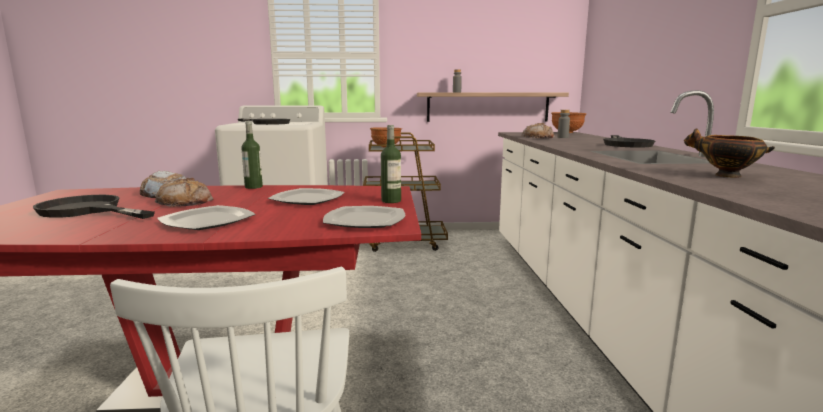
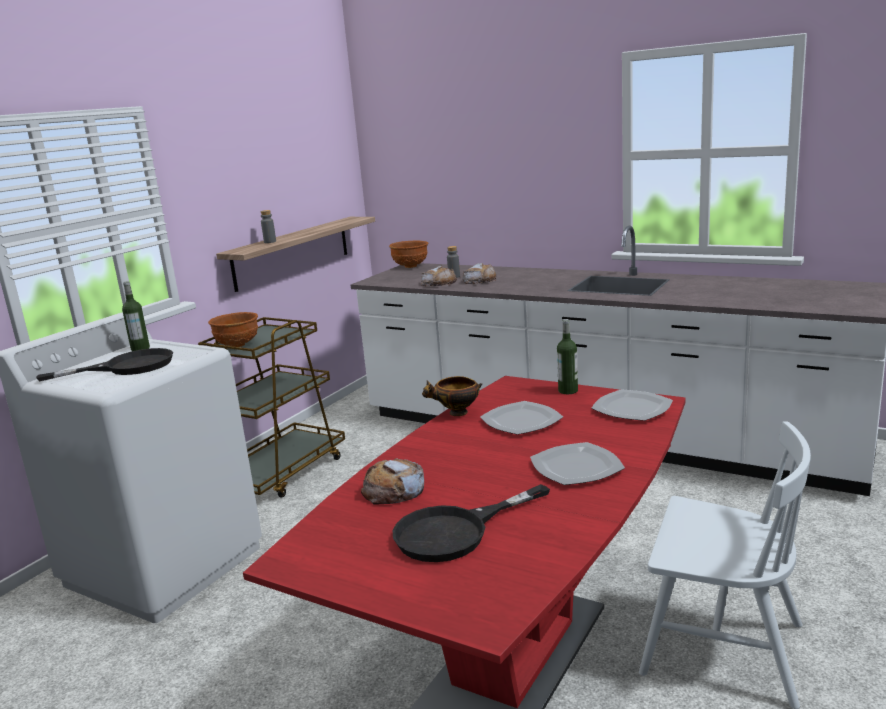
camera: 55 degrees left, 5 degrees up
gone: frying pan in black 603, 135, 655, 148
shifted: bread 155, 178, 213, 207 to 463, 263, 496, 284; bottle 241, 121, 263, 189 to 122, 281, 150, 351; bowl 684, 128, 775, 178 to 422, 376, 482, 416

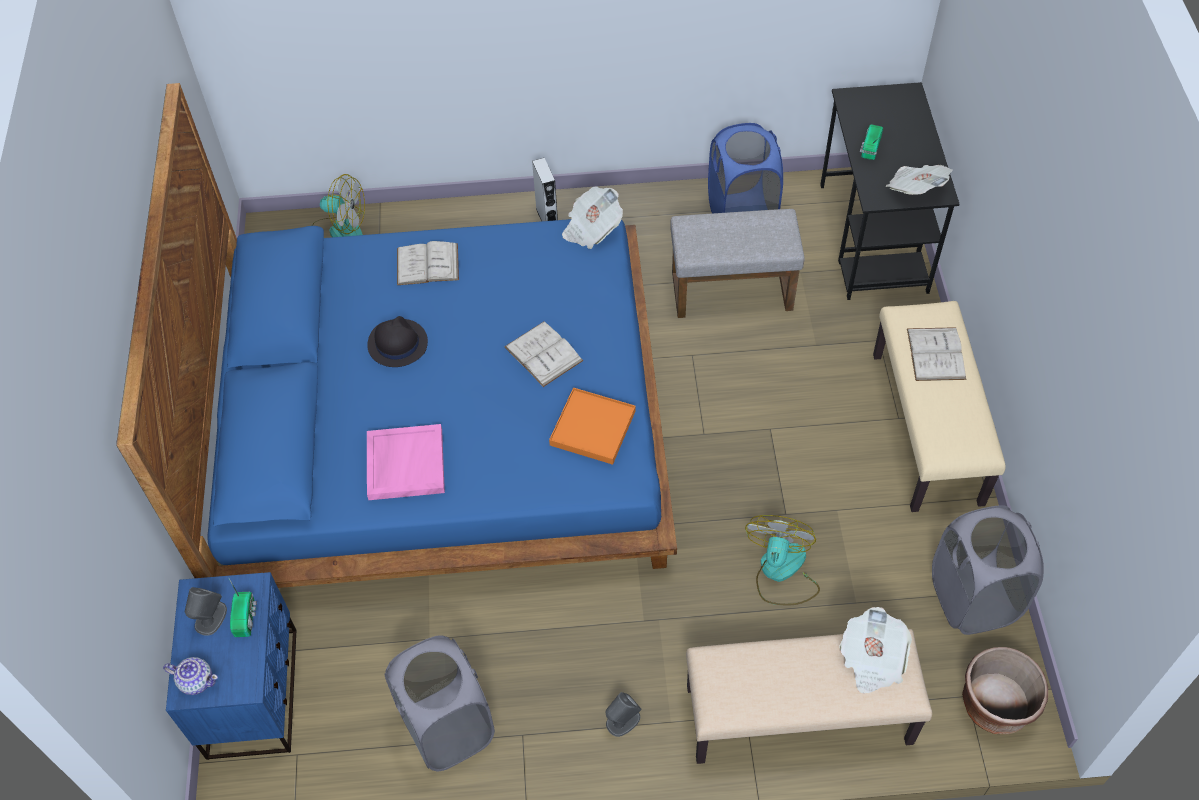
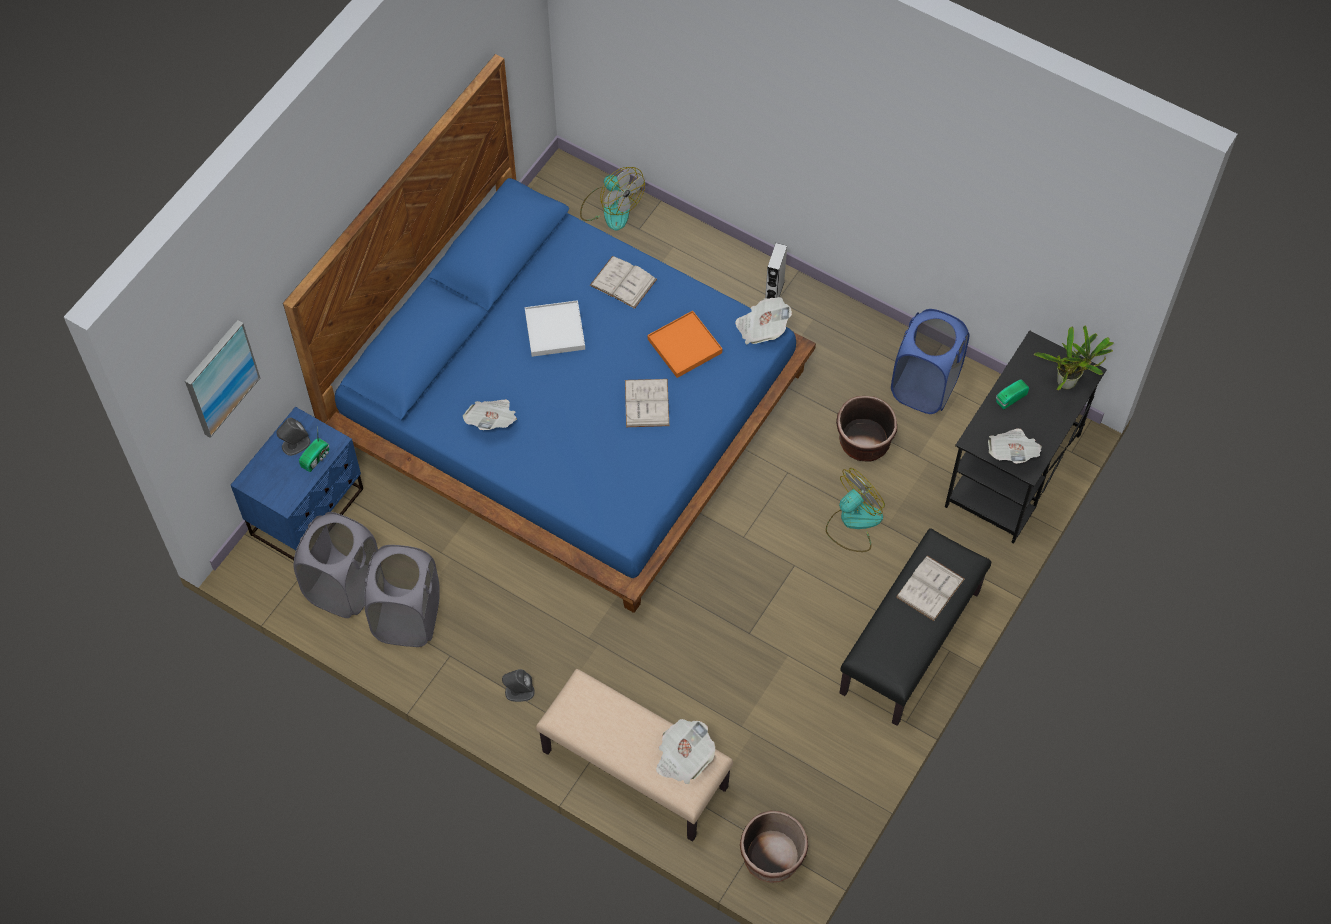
camera: 35 degrees right, 5 degrees up
gone: teapot 163, 657, 218, 695
new: picture 185, 320, 260, 438; potted plant 1034, 325, 1114, 390
shifted: tray in orange 549, 388, 635, 465 to 648, 311, 722, 378; fan 745, 515, 820, 606 to 826, 468, 885, 552; laundry basket in grey 932, 505, 1044, 635 to 294, 512, 378, 618
swapped: hat in black 367, 316, 428, 367 to tray in white 525, 300, 585, 357; tray in pink 367, 424, 445, 500 to newspaper 463, 399, 517, 430; ottoman in grey 670, 209, 805, 318 to planter in brown 836, 396, 897, 461
repainted: bench in beige 873, 301, 1006, 512 to bench in black 839, 528, 991, 726

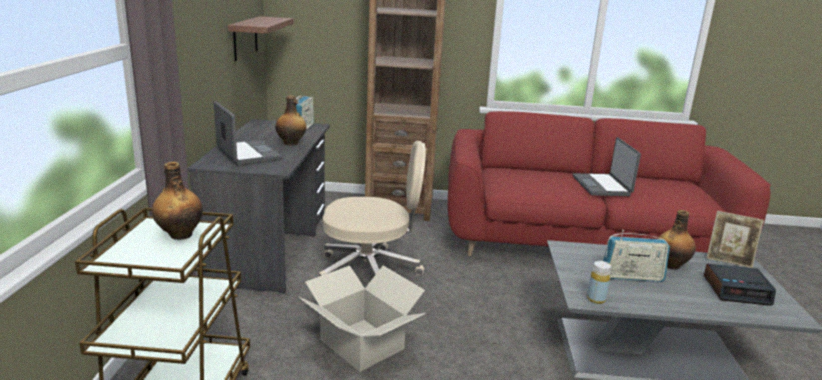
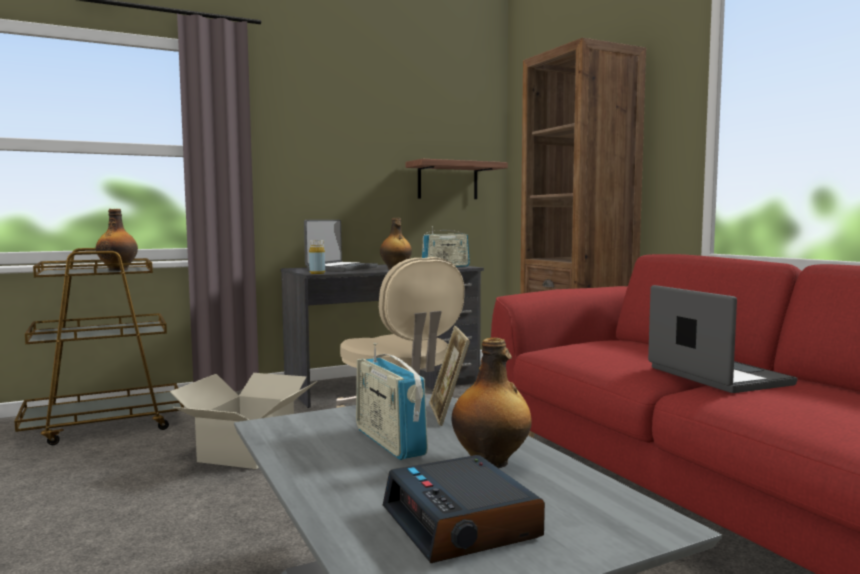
camera: 60 degrees right, 15 degrees down
shifted: bottle in yellow 587, 261, 611, 304 to 309, 240, 325, 274; picture frame 706, 211, 764, 268 to 429, 326, 470, 426
rotated: laptop 573, 137, 641, 196 = 648, 285, 798, 393 105 degrees clockwise

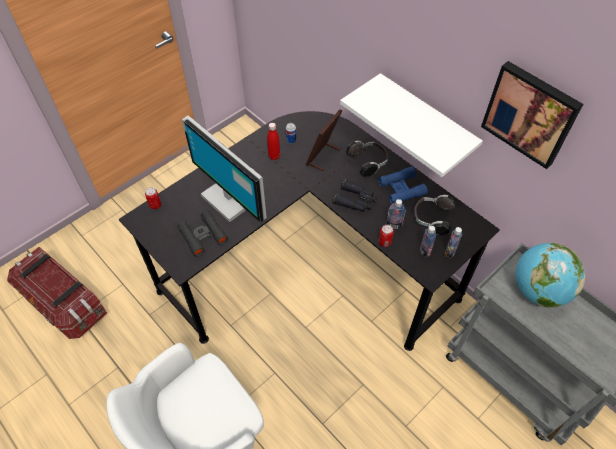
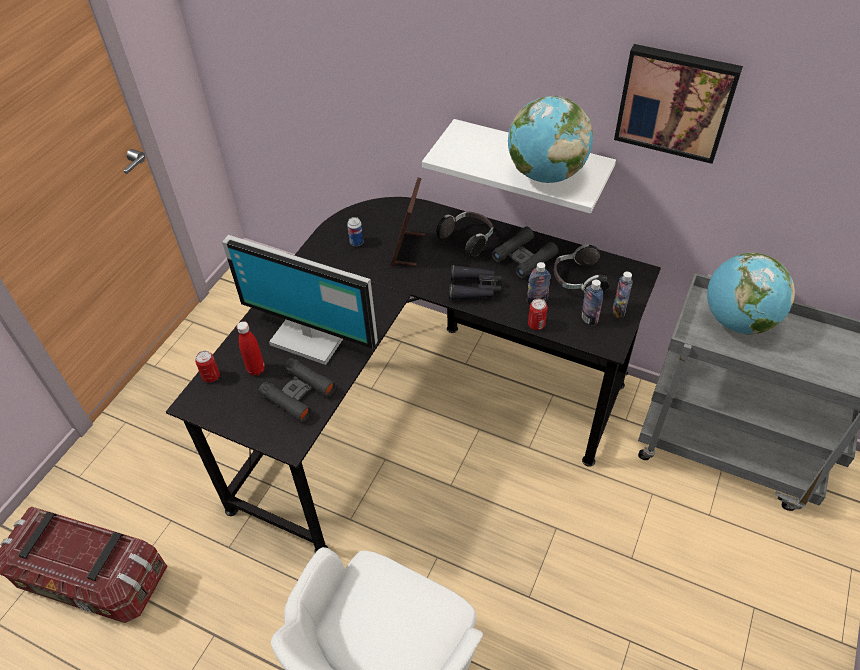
camera: 20 degrees left, 5 degrees down
new: globe 508, 96, 593, 183
shifted: bottle in red 267, 123, 280, 160 to 237, 321, 265, 376
repainted: binoculars in blue 378, 166, 428, 204 to binoculars in black 491, 227, 559, 278

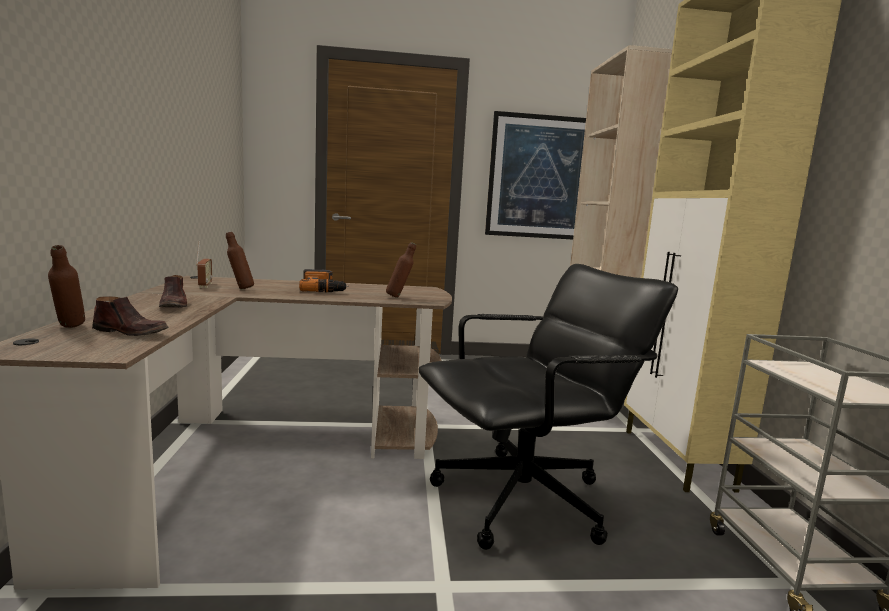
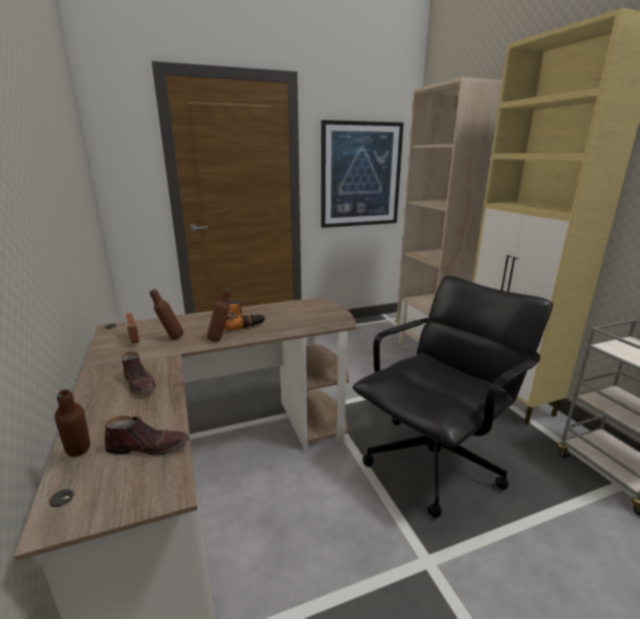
camera: 15 degrees left, 10 degrees up
shifted: bottle in brown 386, 242, 416, 298 to 207, 288, 230, 342

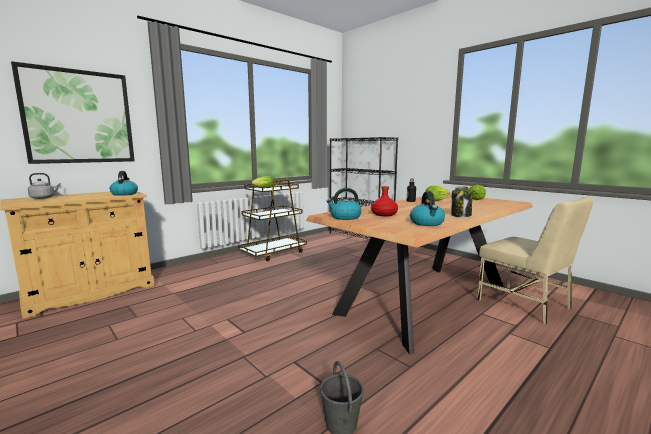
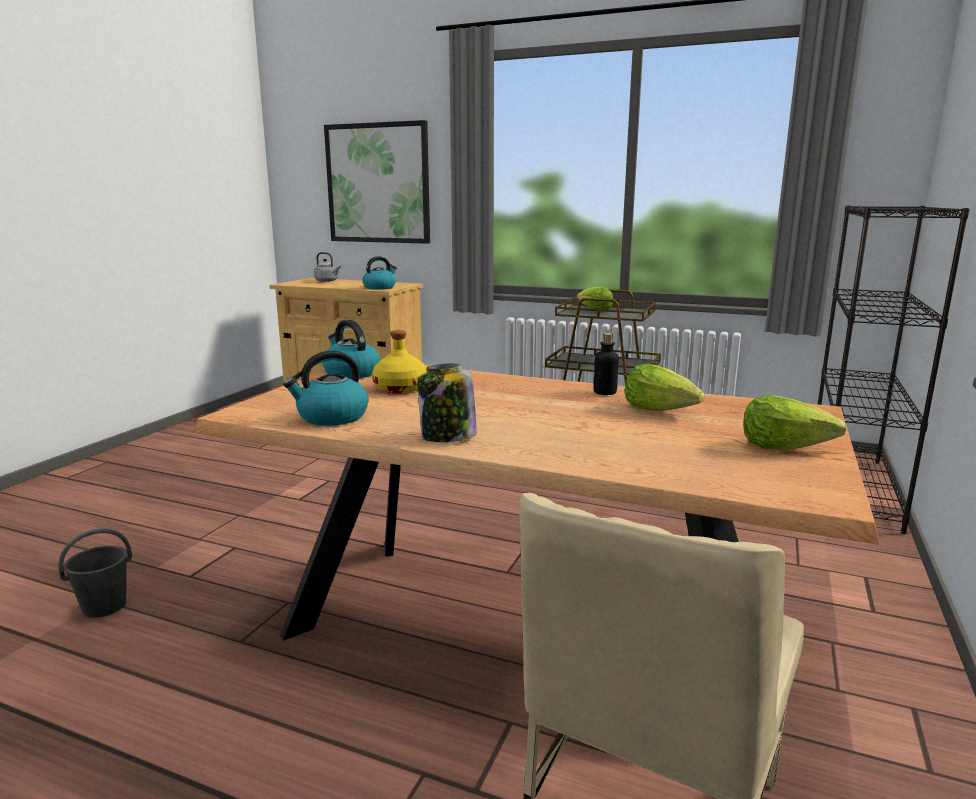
camera: 65 degrees right, 5 degrees up
repainted: bottle in red 371, 186, 398, 216 to bottle in yellow 372, 330, 427, 394

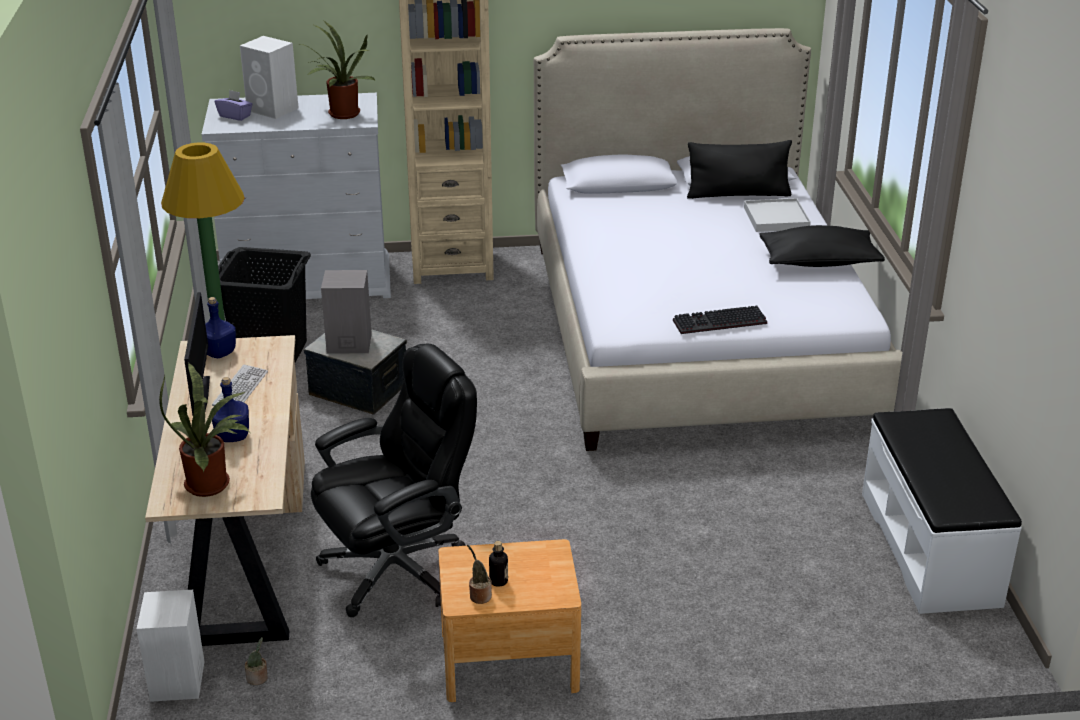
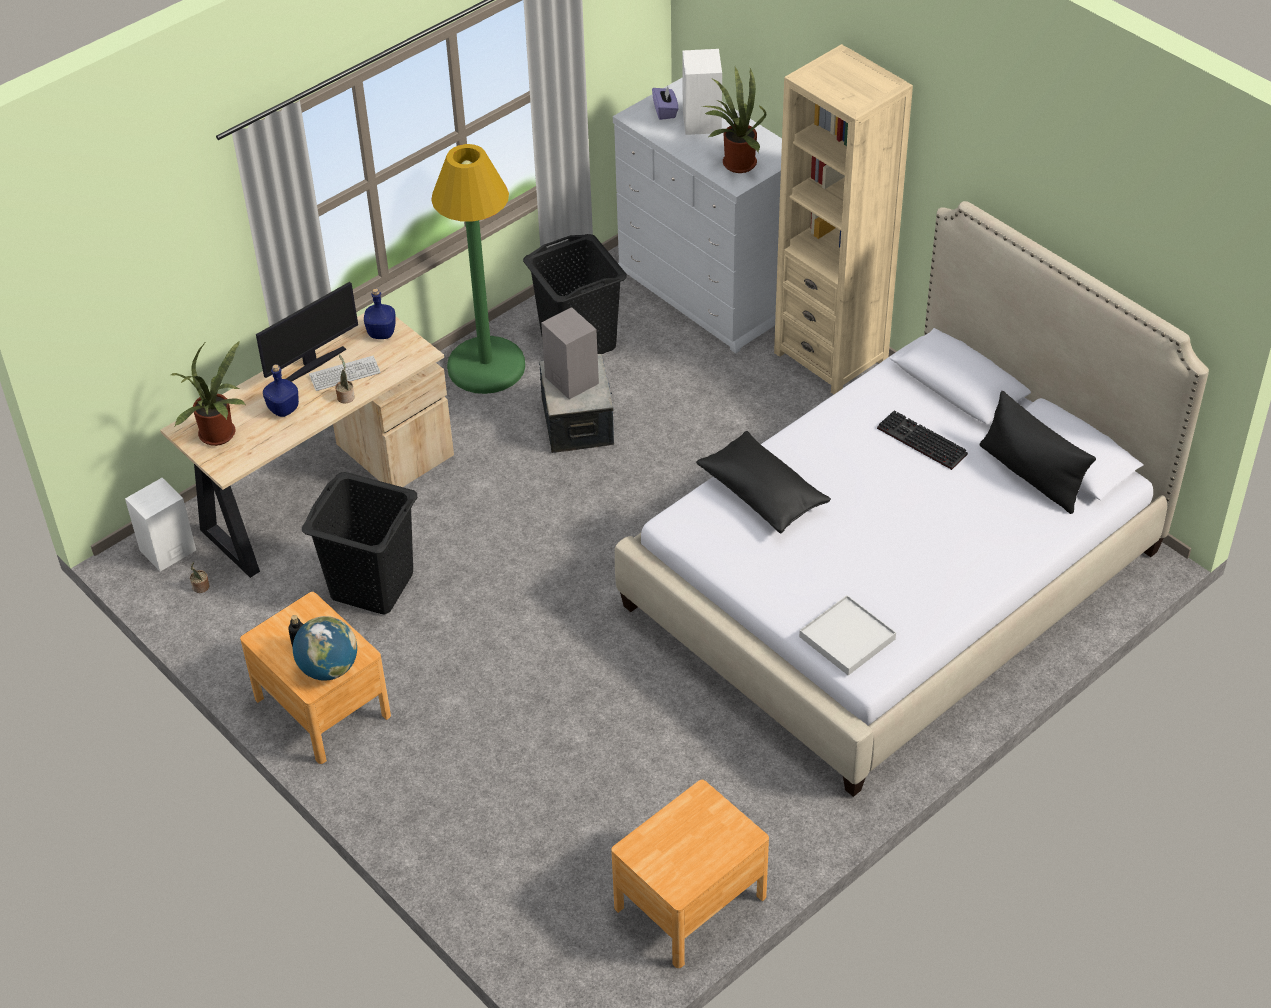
camera: 55 degrees right, 15 degrees up
new: globe 293, 616, 357, 680
shifted: potted plant 467, 545, 492, 604 to 335, 354, 355, 404; keyboard 673, 306, 767, 334 to 877, 411, 968, 470; tray in white 744, 198, 811, 232 to 799, 595, 896, 675; pillow in black 759, 225, 885, 267 to 696, 431, 831, 534
swapped: office chair in black 311, 343, 477, 617 to laundry basket in black 302, 472, 417, 615; bench in white 862, 408, 1022, 614 to nightstand in brown 611, 780, 769, 968

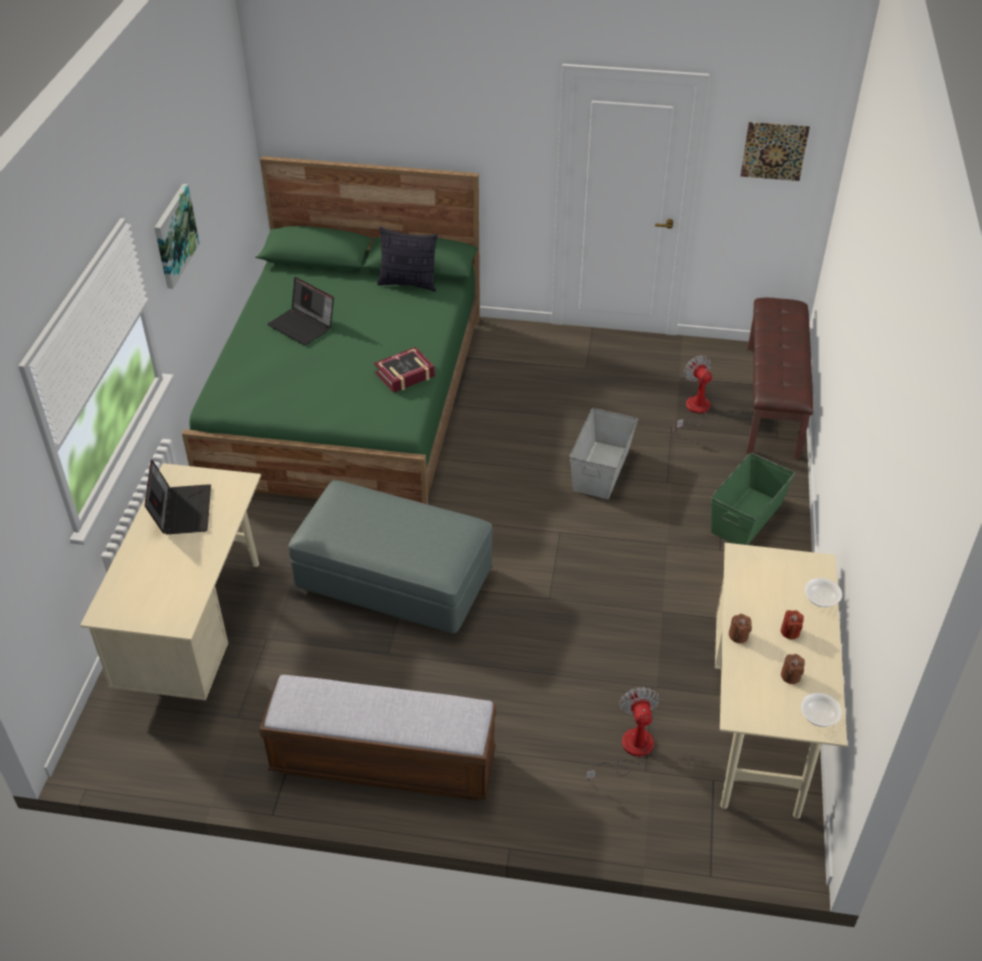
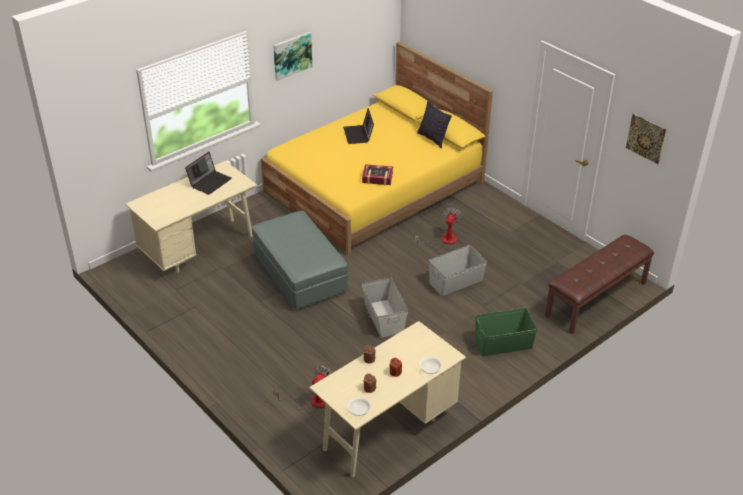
camera: 40 degrees right, 5 degrees down
gone: bench 259, 675, 496, 800
new: storage box in grey 362, 277, 408, 338
shifted: fan 673, 355, 712, 433 to 415, 207, 462, 248
repainted: bed in green 182, 156, 480, 504 to bed in yellow 261, 42, 493, 256

